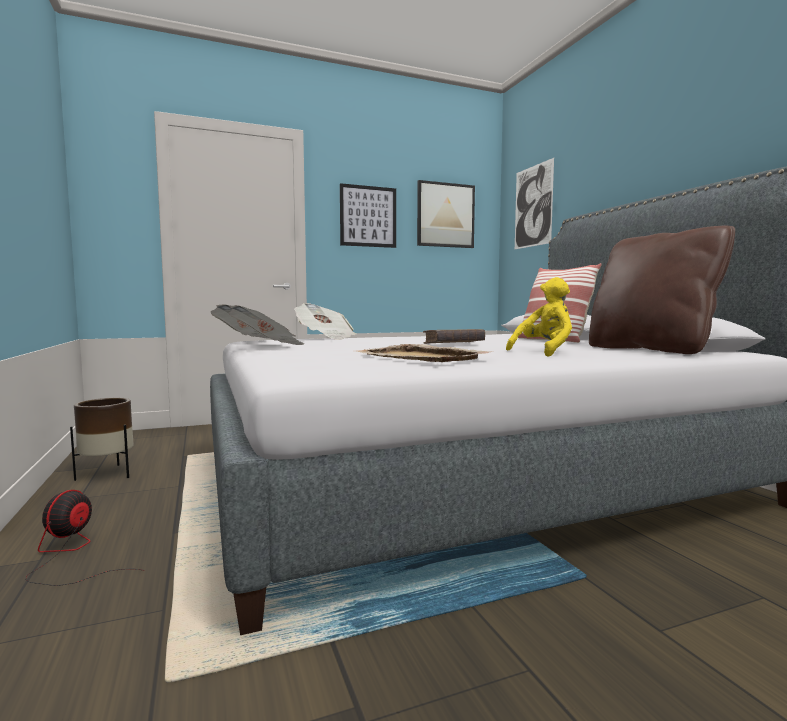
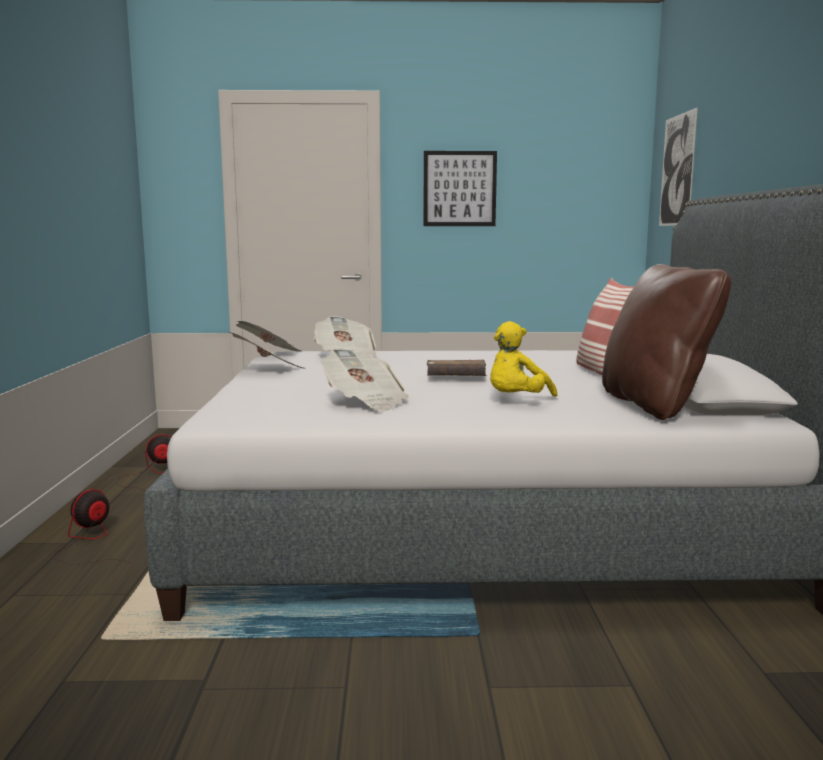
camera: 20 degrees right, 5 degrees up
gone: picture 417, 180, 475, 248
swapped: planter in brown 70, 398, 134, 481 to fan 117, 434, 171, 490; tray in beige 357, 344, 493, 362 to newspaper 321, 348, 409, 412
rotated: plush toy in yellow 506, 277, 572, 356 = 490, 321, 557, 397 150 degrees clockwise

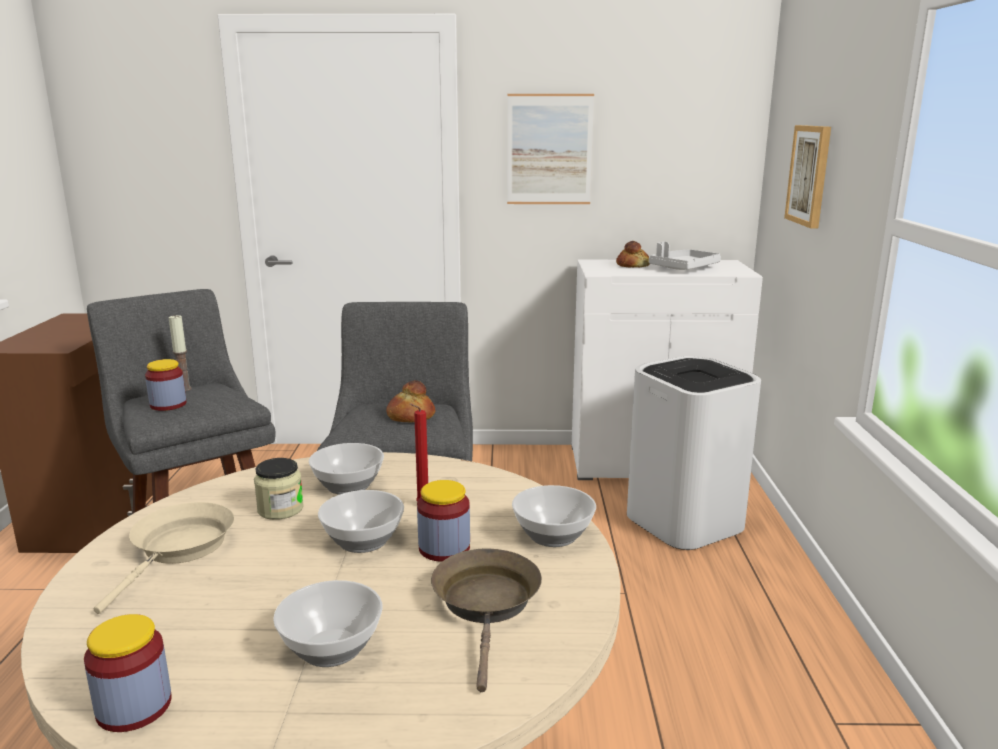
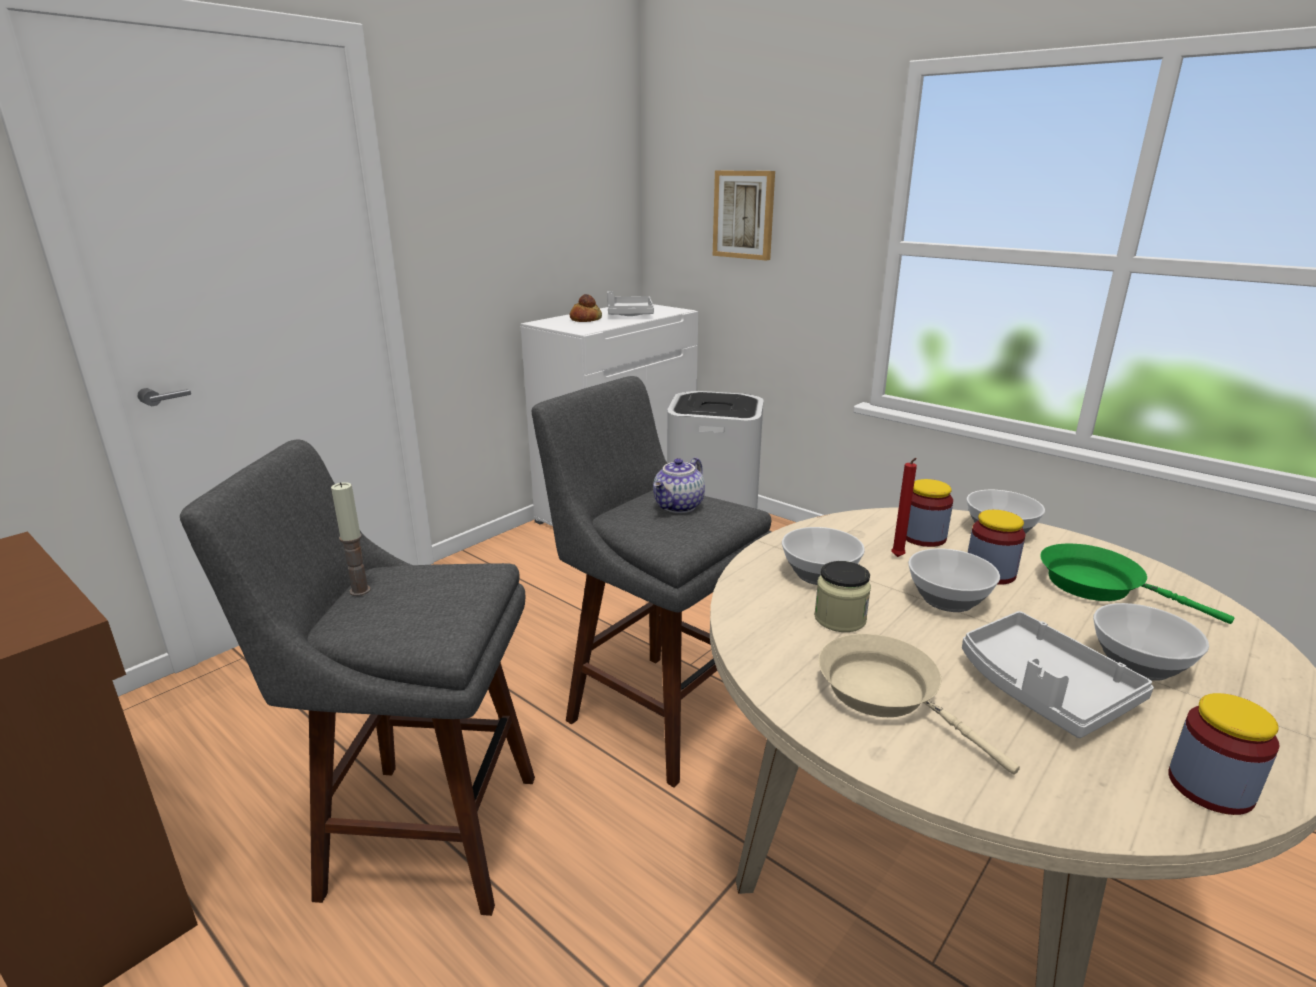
camera: 50 degrees left, 5 degrees up
gone: picture 507, 94, 594, 204
new: tray in grey 962, 611, 1154, 738
shifted: jar 145, 359, 186, 411 to 906, 479, 953, 547
swapped: bread 386, 380, 435, 423 to teapot 653, 457, 705, 513
repainted: frying pan in brown 431, 548, 542, 692 to frying pan in green 1040, 544, 1234, 624

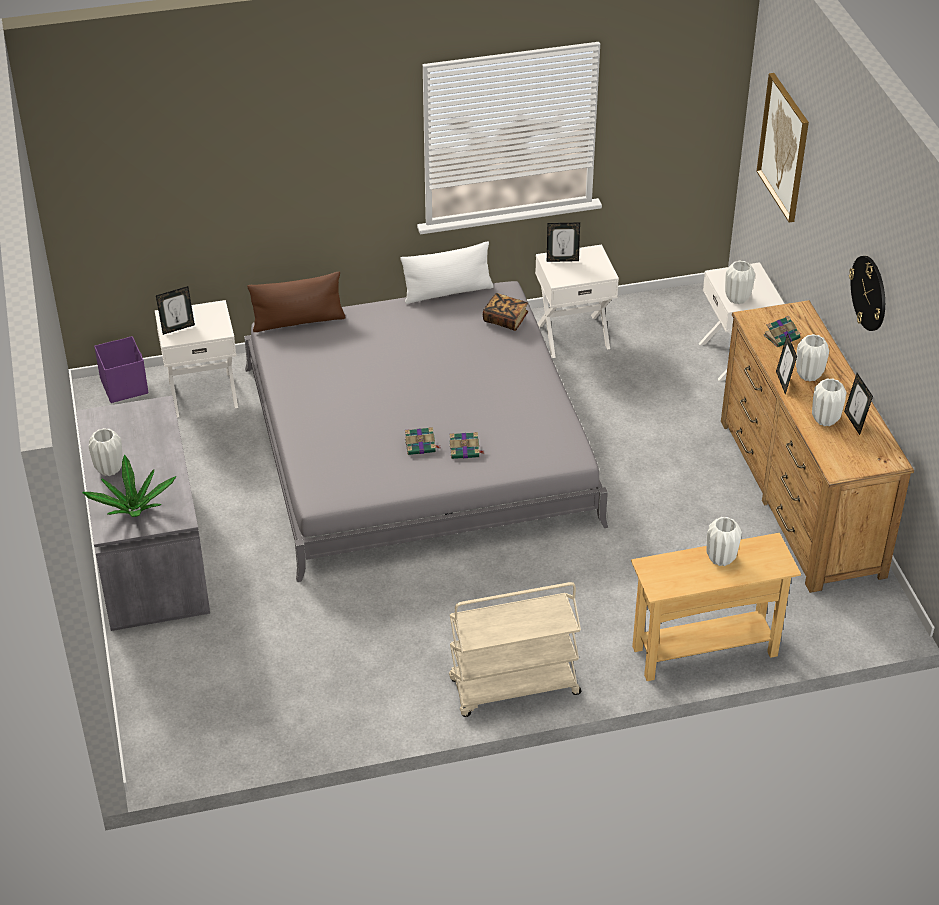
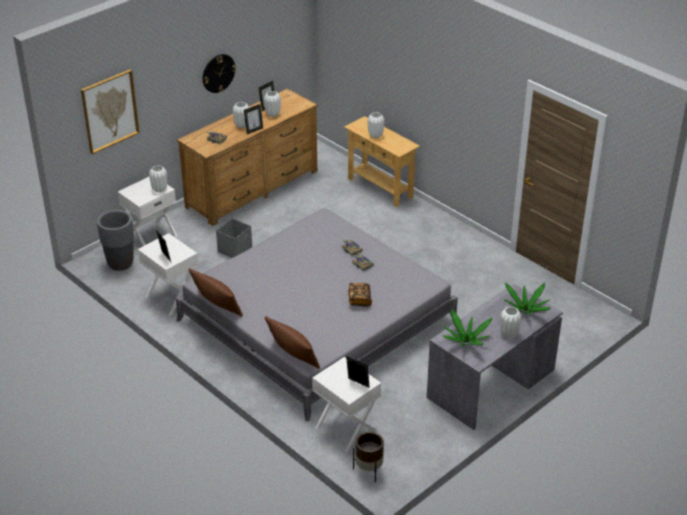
camera: 120 degrees left, 5 degrees down
gone: cart in beige 449, 582, 581, 717
new: planter in grey 97, 210, 134, 271; storage box in grey 216, 218, 252, 258; potted plant 442, 309, 492, 347
shifted: book 483, 293, 528, 331 to 348, 283, 372, 307
swapped: storage box in purple 94, 336, 149, 403 to planter in brown 353, 432, 384, 482
repainted: pillow in white 400, 241, 494, 304 to pillow in brown 189, 268, 243, 317

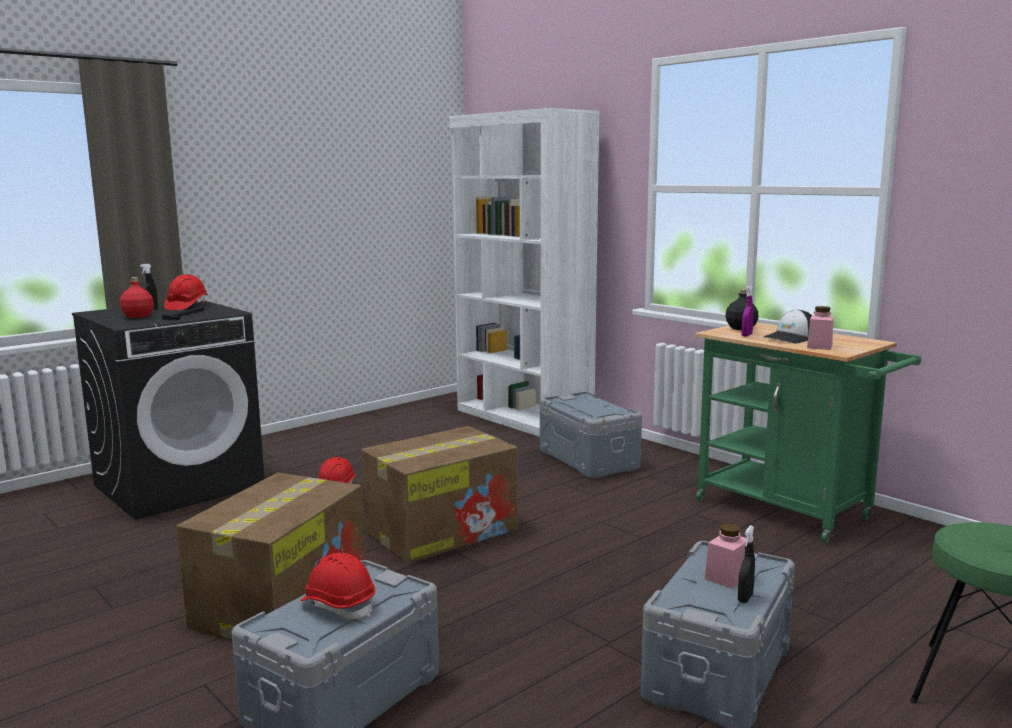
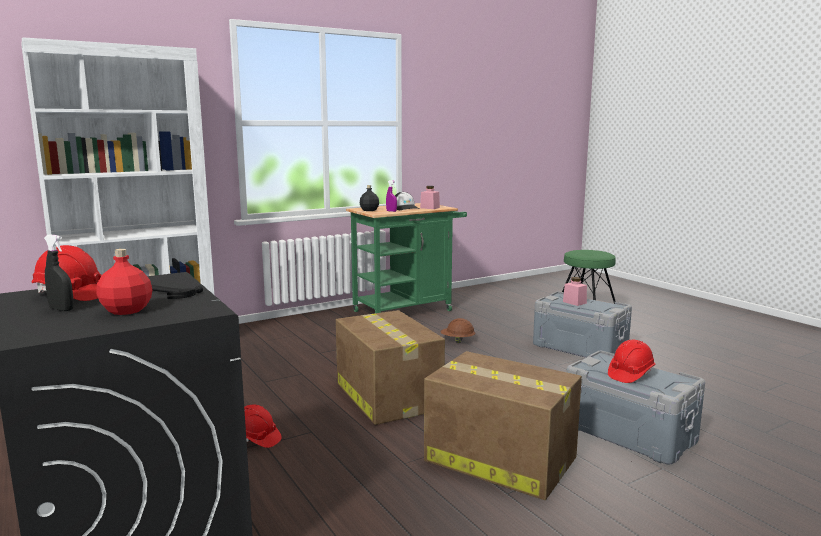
camera: 80 degrees left, 0 degrees up
gone: storage box in grey 540, 391, 642, 478; spray bottle in black 738, 525, 755, 603
new: hard hat in brown 440, 318, 476, 343

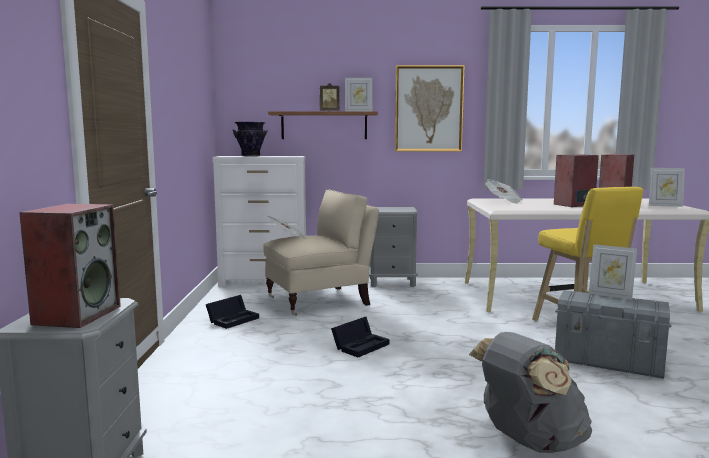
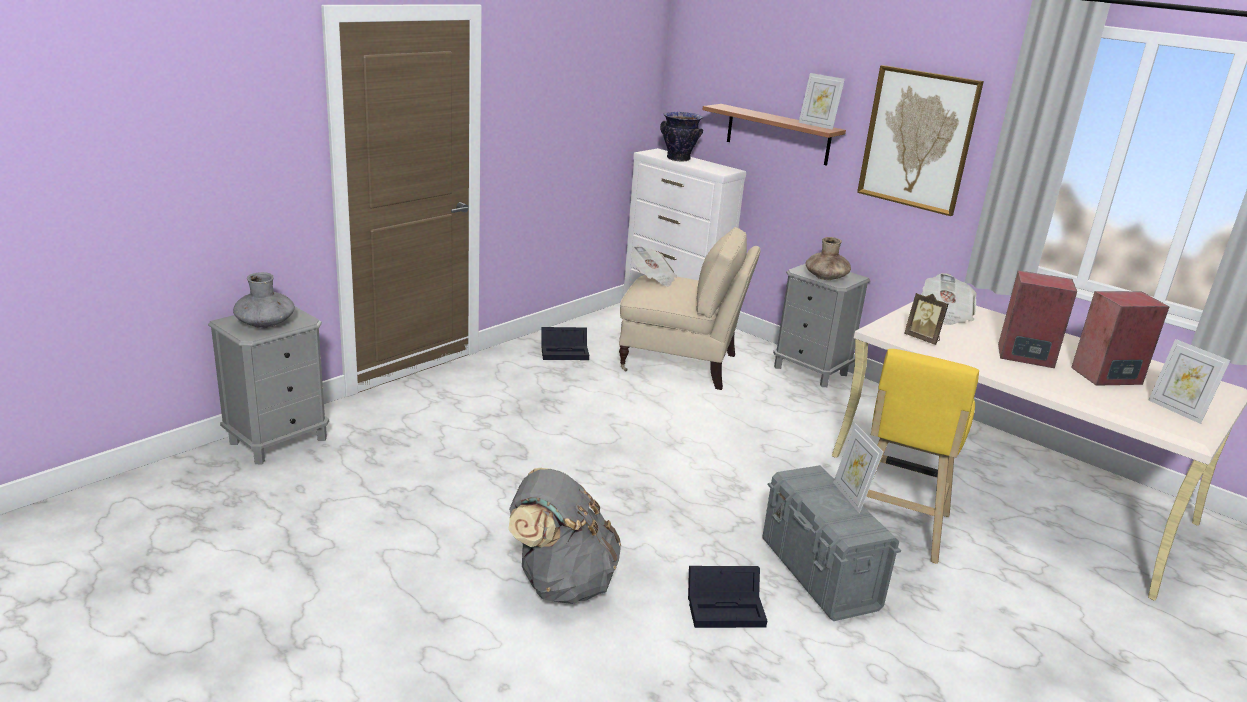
camera: 40 degrees right, 15 degrees up
new: vase in brown 805, 237, 851, 280
shifted: picture frame 320, 83, 340, 111 to 904, 293, 948, 345; storage box in black 331, 317, 389, 358 to 688, 566, 767, 628
swapped: speaker 19, 204, 121, 328 to vase in grey 233, 272, 295, 328

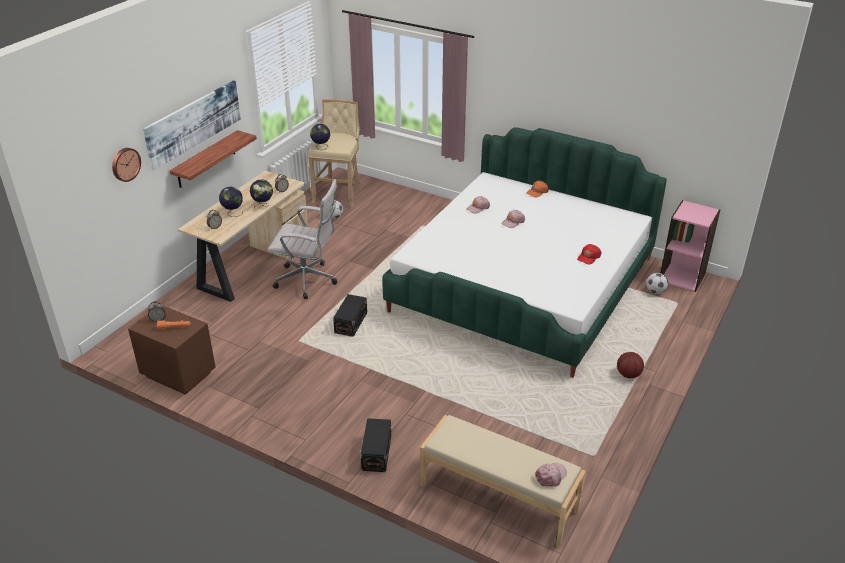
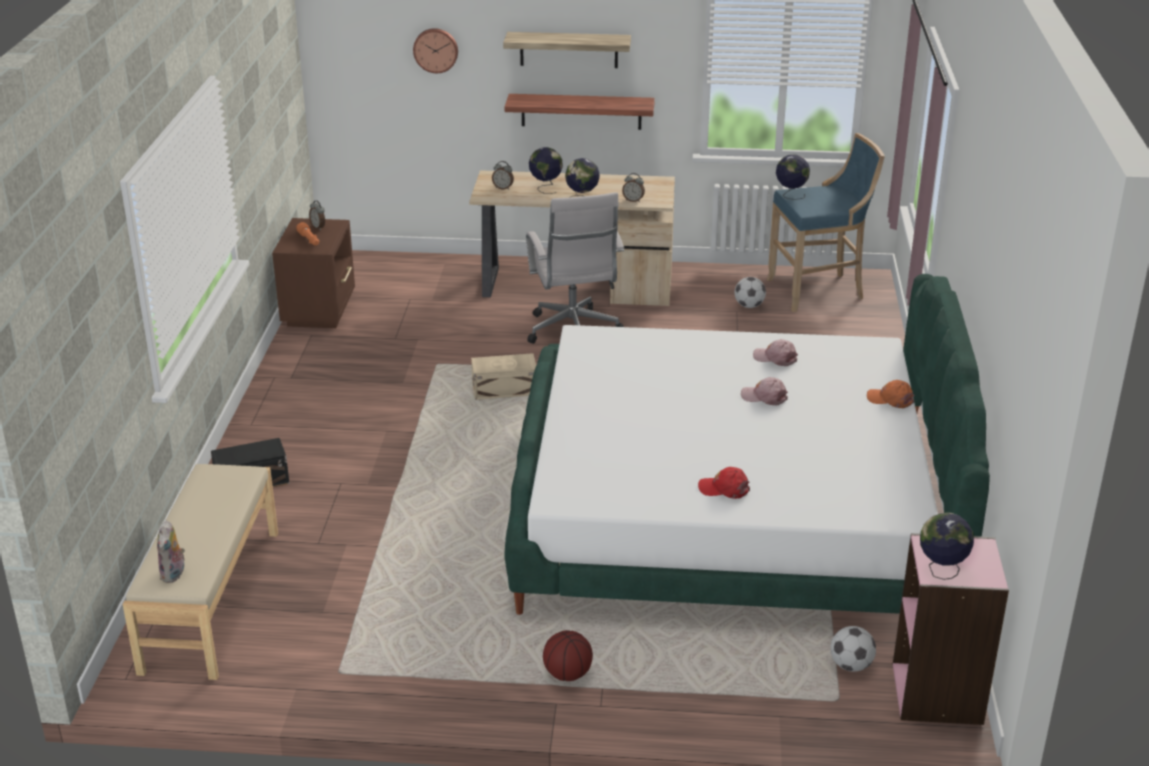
camera: 65 degrees right, 5 degrees down
new: globe 920, 513, 974, 580
swapped: picture 143, 80, 241, 170 to shelf 503, 32, 631, 68; cap in pink 535, 463, 567, 487 to plush toy 157, 521, 185, 583
repainted: stool in beige 308, 99, 360, 207 to stool in blue 766, 133, 885, 312; storage box in black 333, 294, 367, 337 to storage box in beige 471, 353, 536, 400

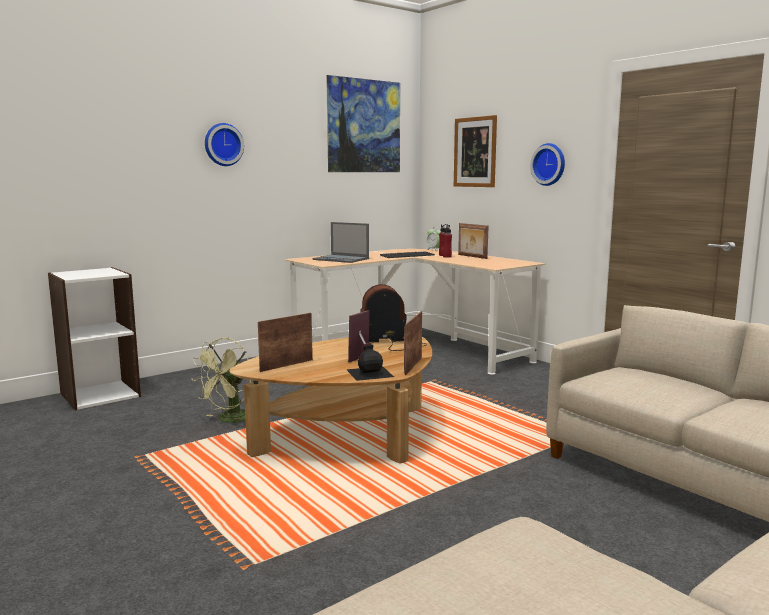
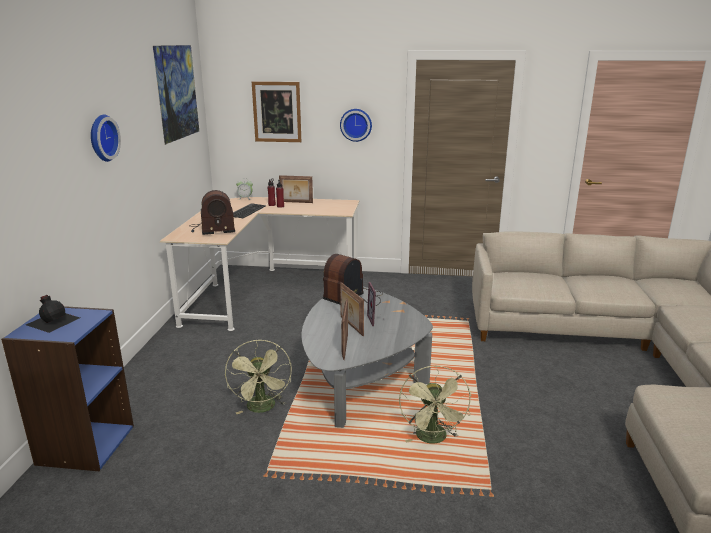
camera: 45 degrees left, 10 degrees up
new: fan in green 399, 366, 471, 444
shifted: bottle in black 346, 343, 394, 381 to 26, 295, 80, 333; picture frame 404, 311, 422, 375 to 340, 282, 364, 336
swapped: laptop 313, 222, 369, 263 to radio 190, 190, 235, 235
repainted: bookcase in white 48, 267, 141, 410 to bookcase in blue 1, 306, 134, 471; coffee table in brown 230, 337, 432, 464 to coffee table in grey 302, 287, 433, 428

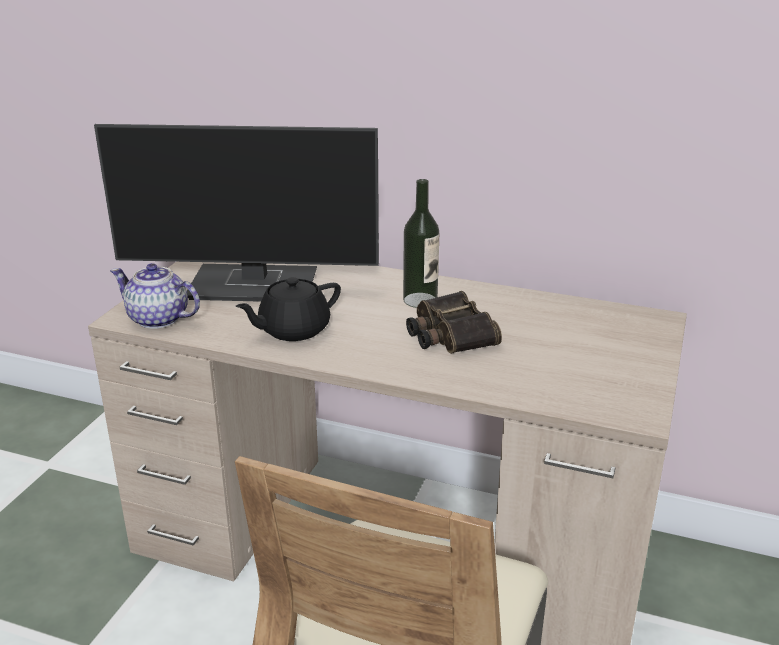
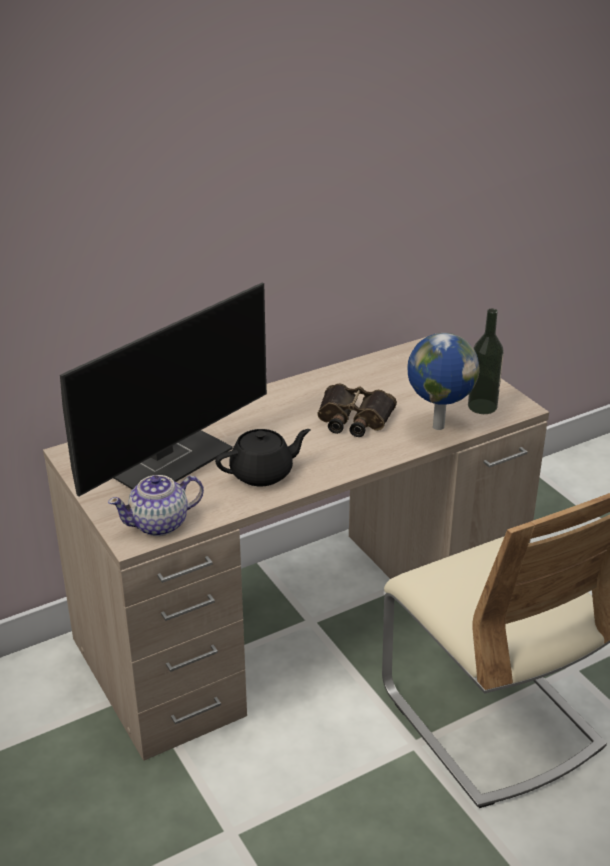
camera: 50 degrees left, 5 degrees up
new: globe 407, 333, 479, 430
shifted: bottle 403, 179, 439, 308 to 468, 308, 504, 414
rotated: teapot in black 236, 277, 341, 341 = 215, 429, 311, 486 120 degrees counterclockwise

